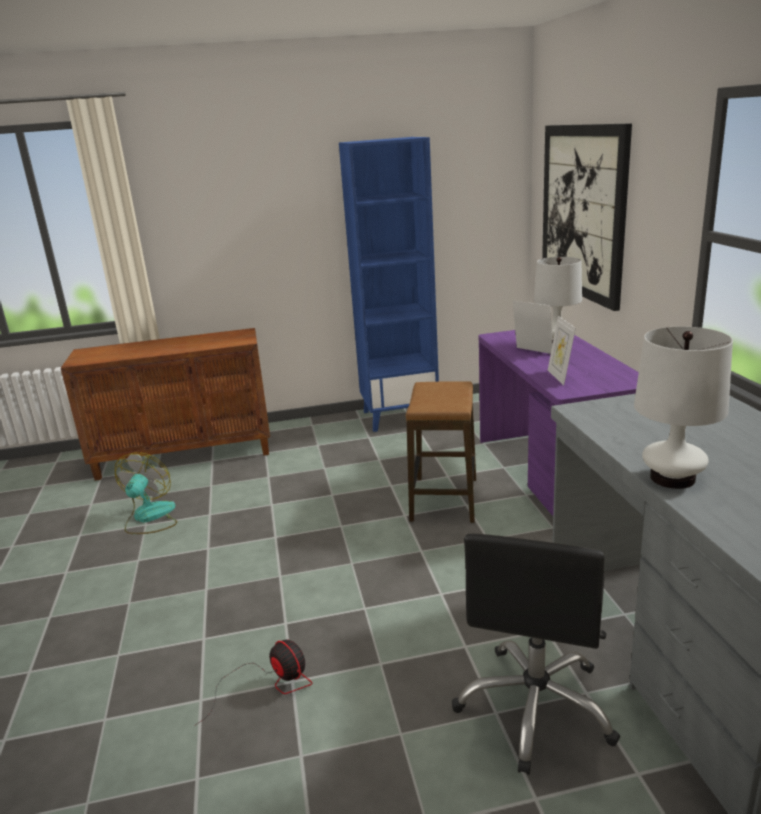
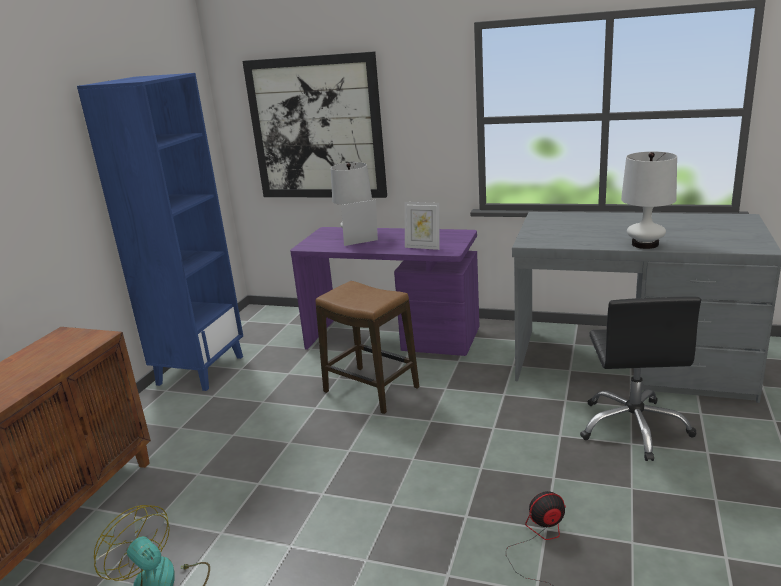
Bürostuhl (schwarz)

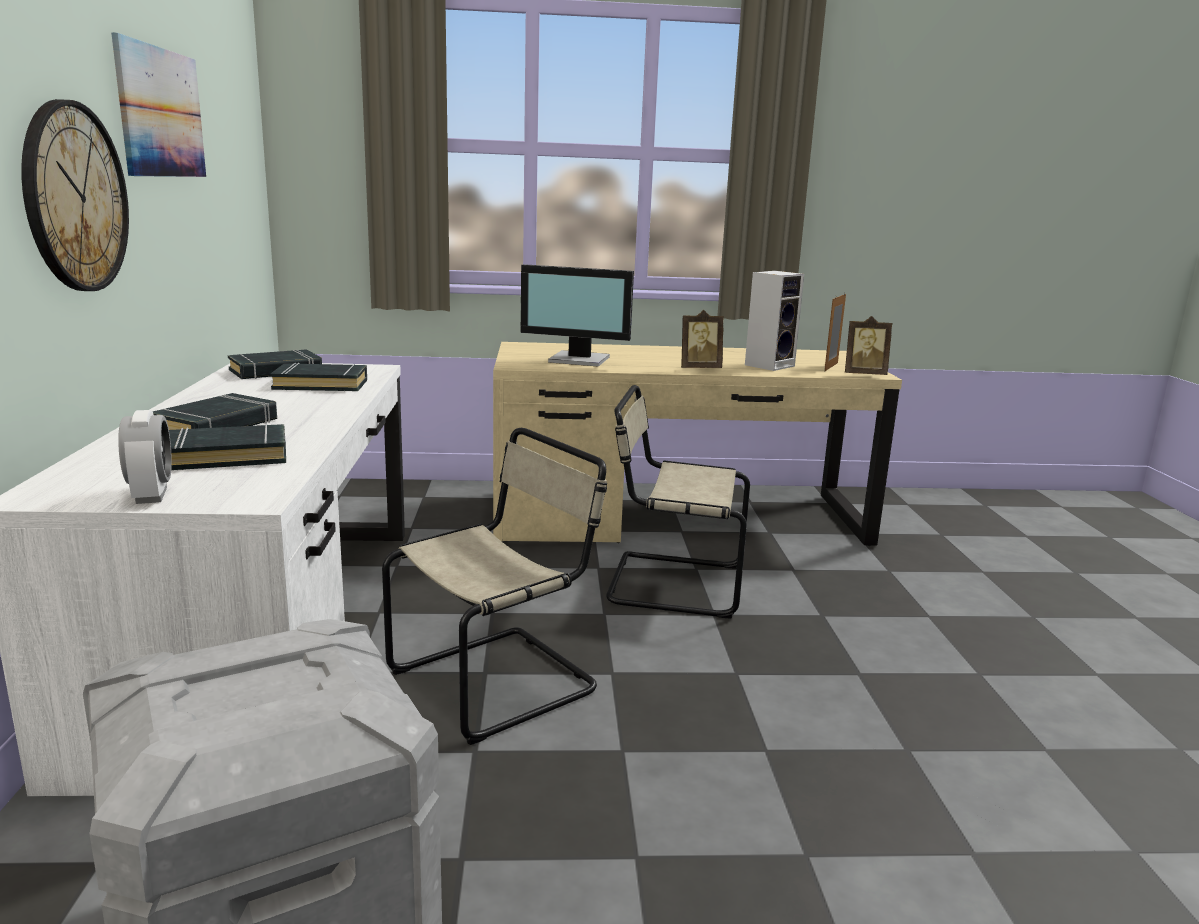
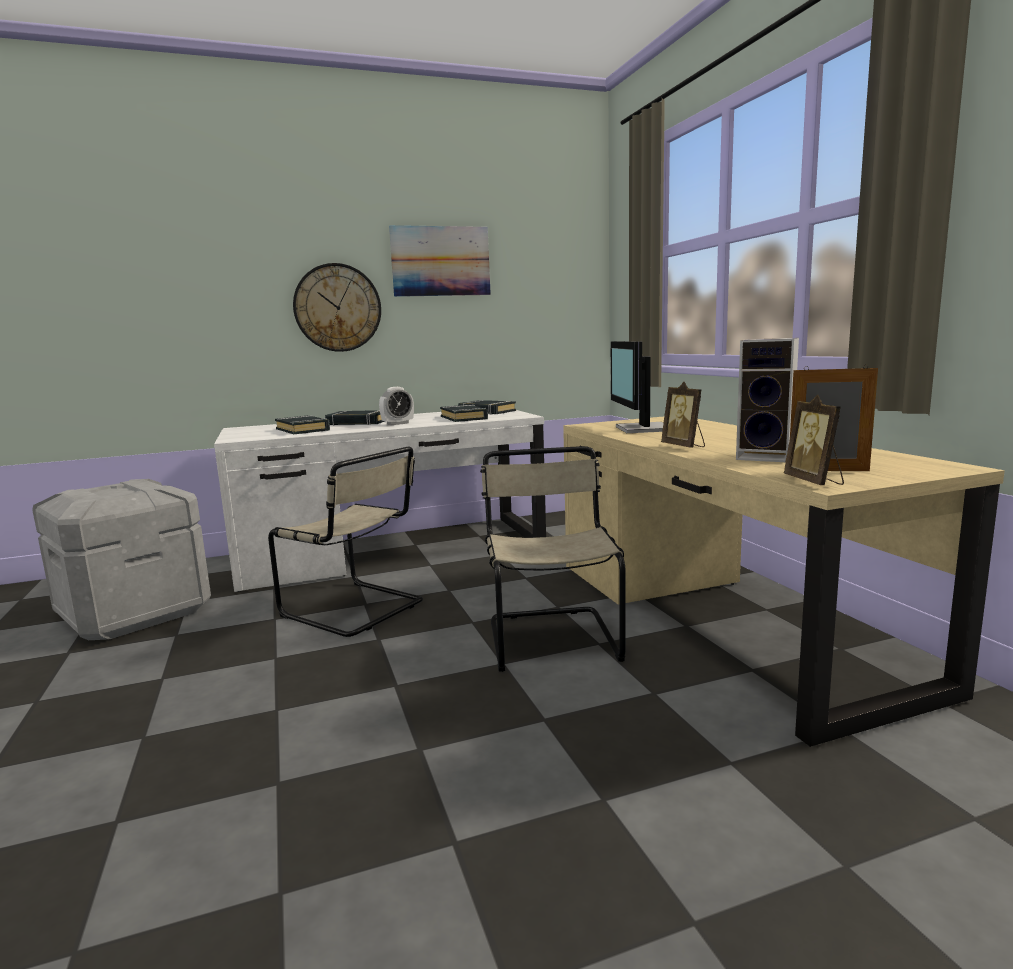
Wecker

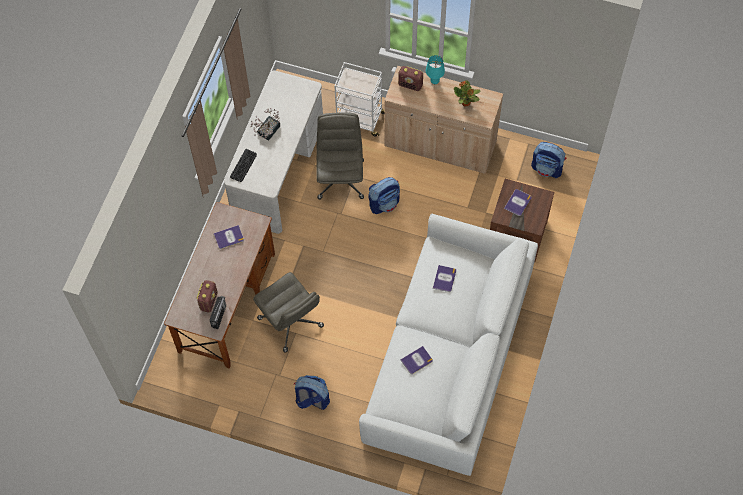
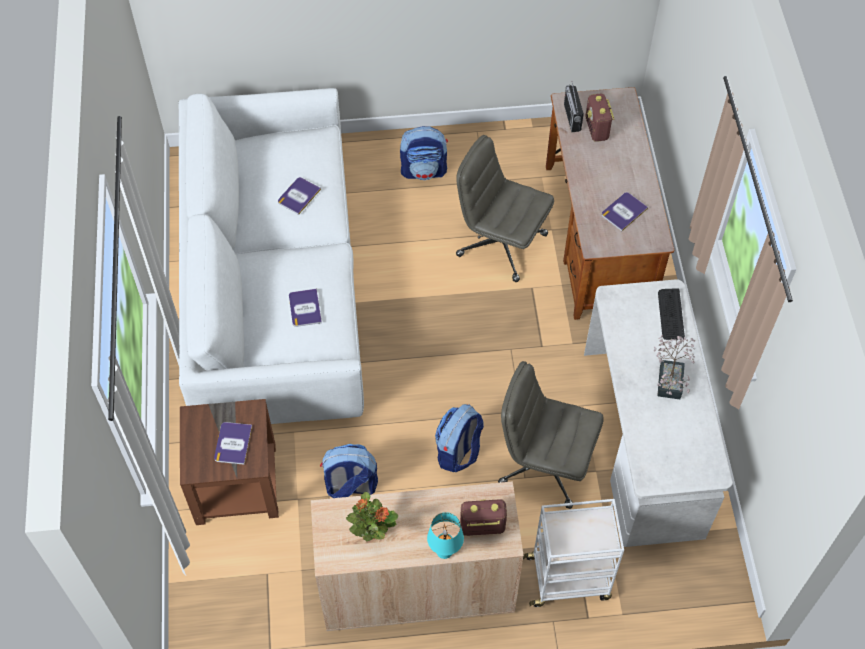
Bürostuhl (grau) (2nd from left)
Rucksack (1st from left)

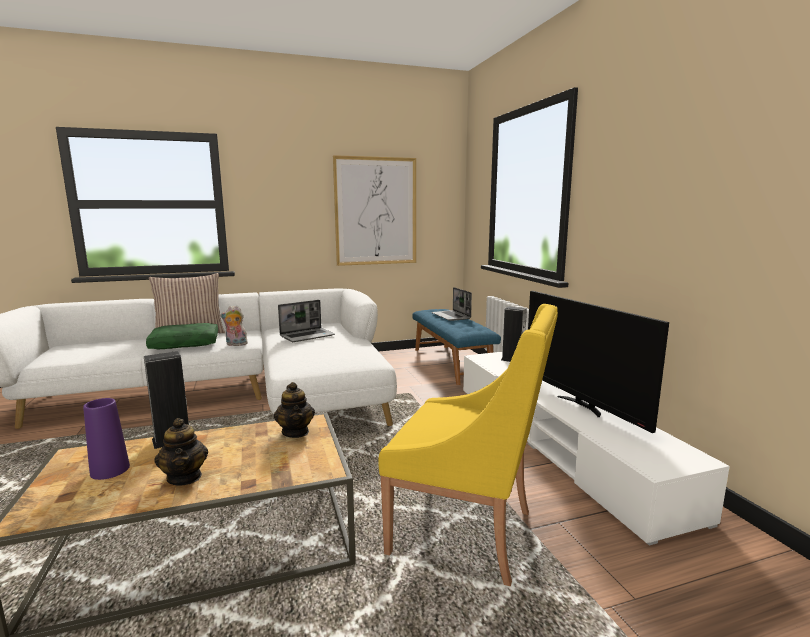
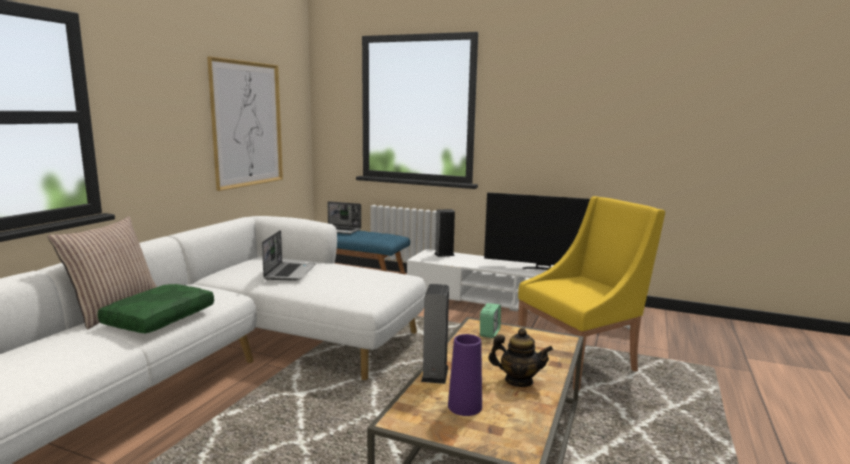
Plüschtier
Wecker

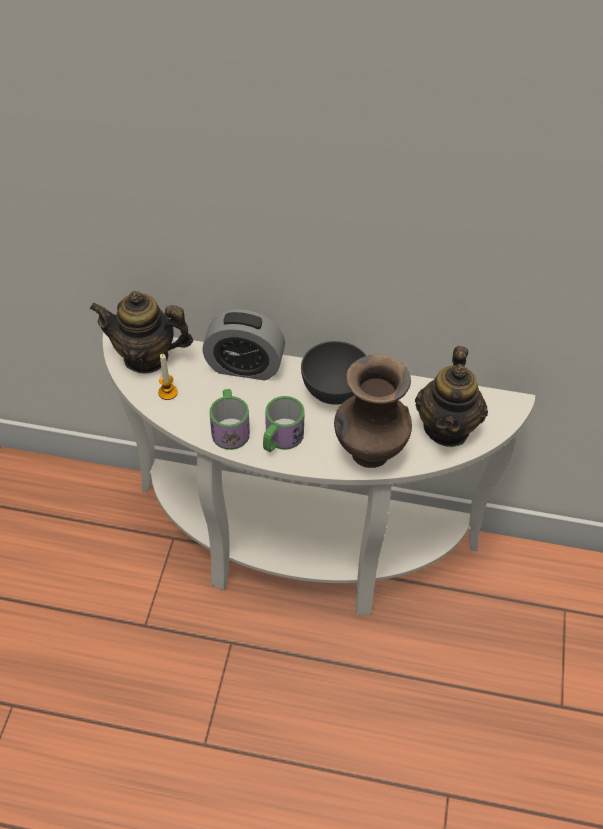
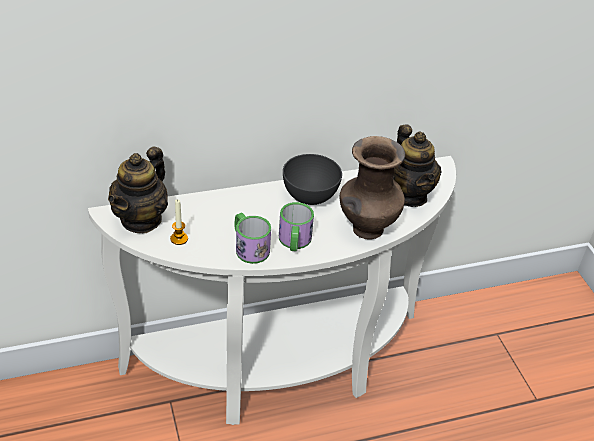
Teekanne (1st from left)
Wecker

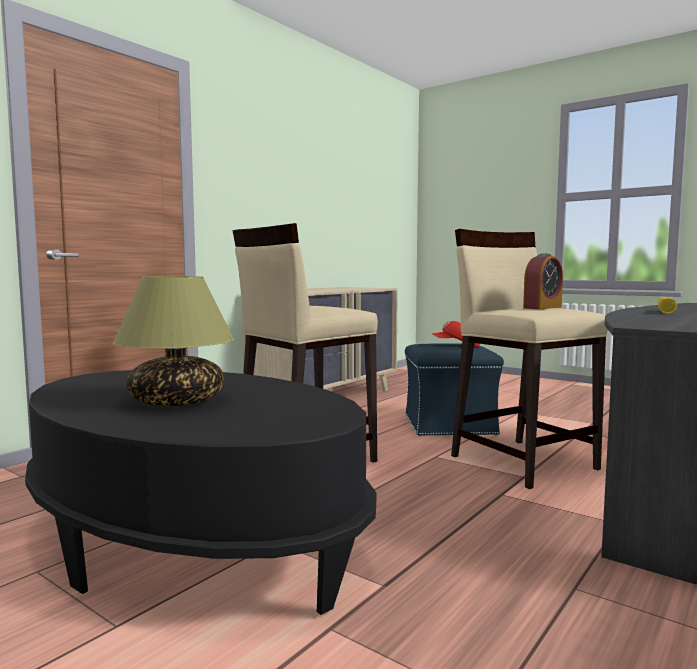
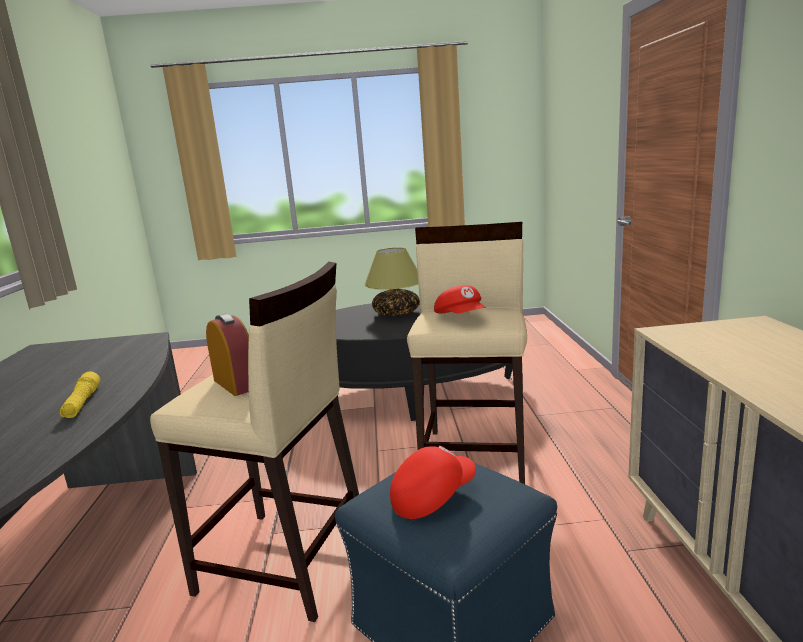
Wecker
Kappe (rot) (2nd from left)

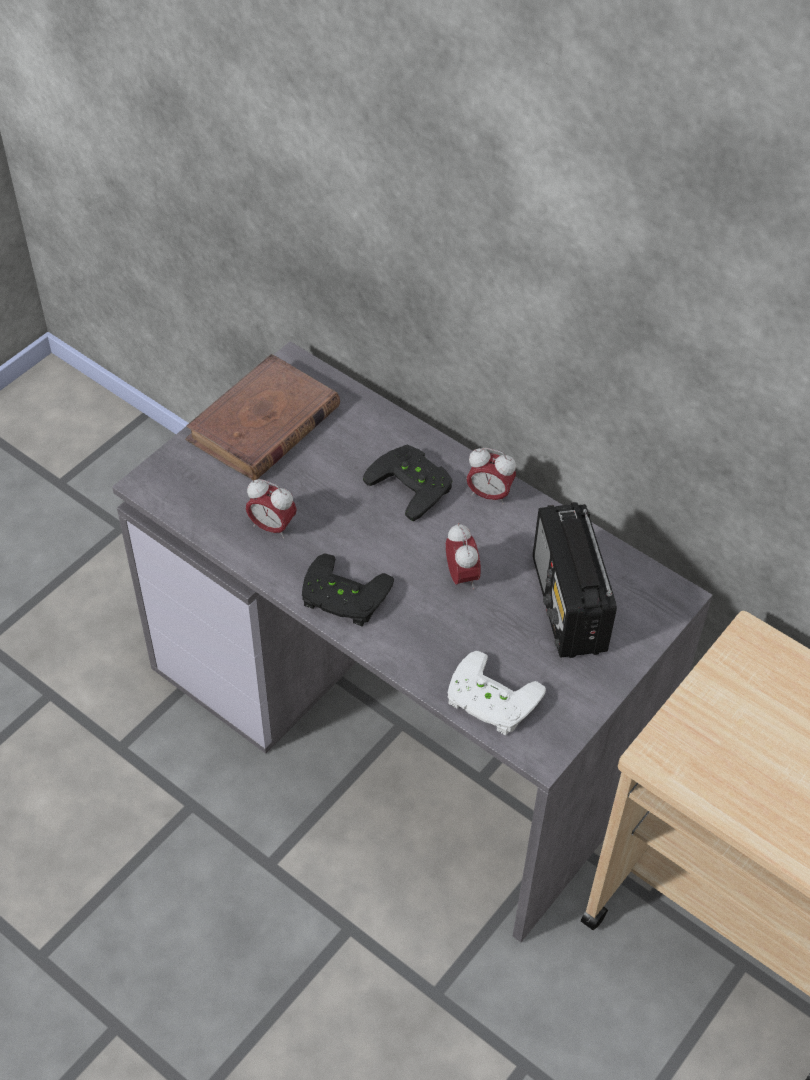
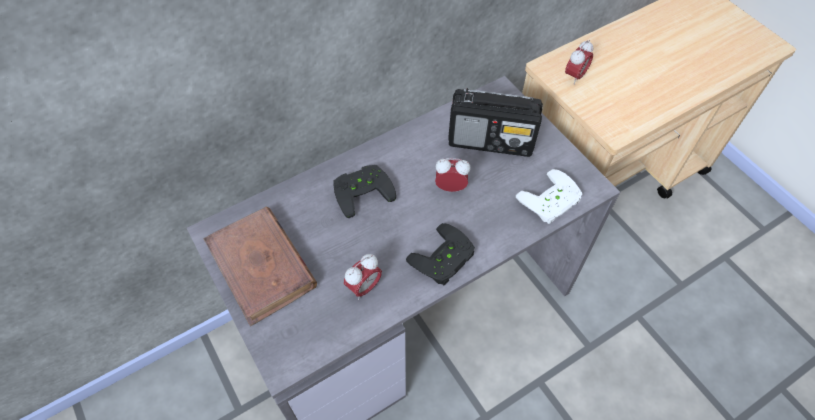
Wecker (3rd from left)

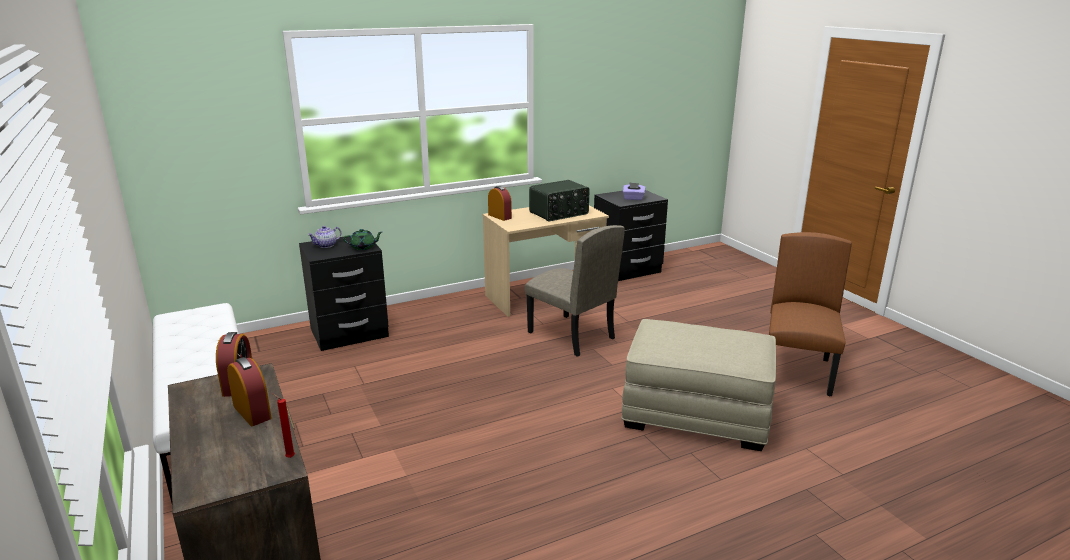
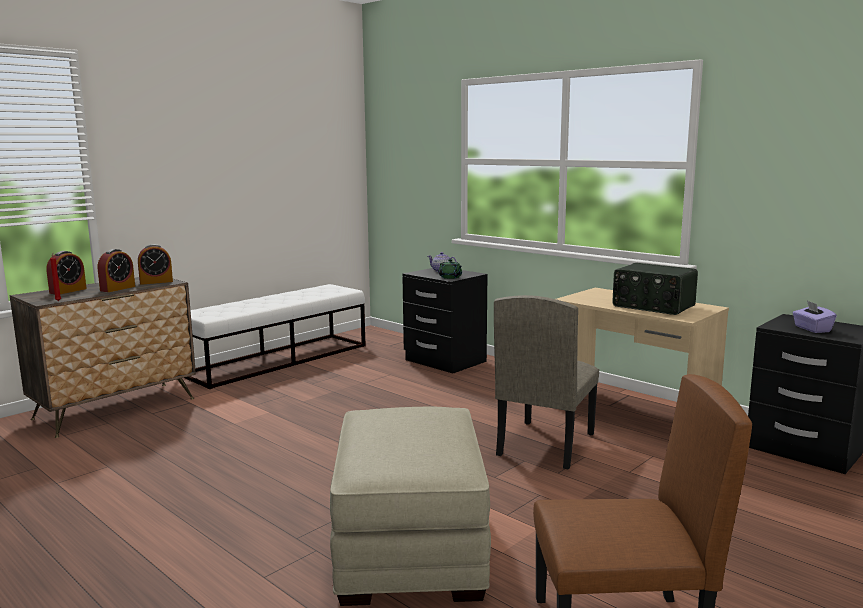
Wecker (1st from left)

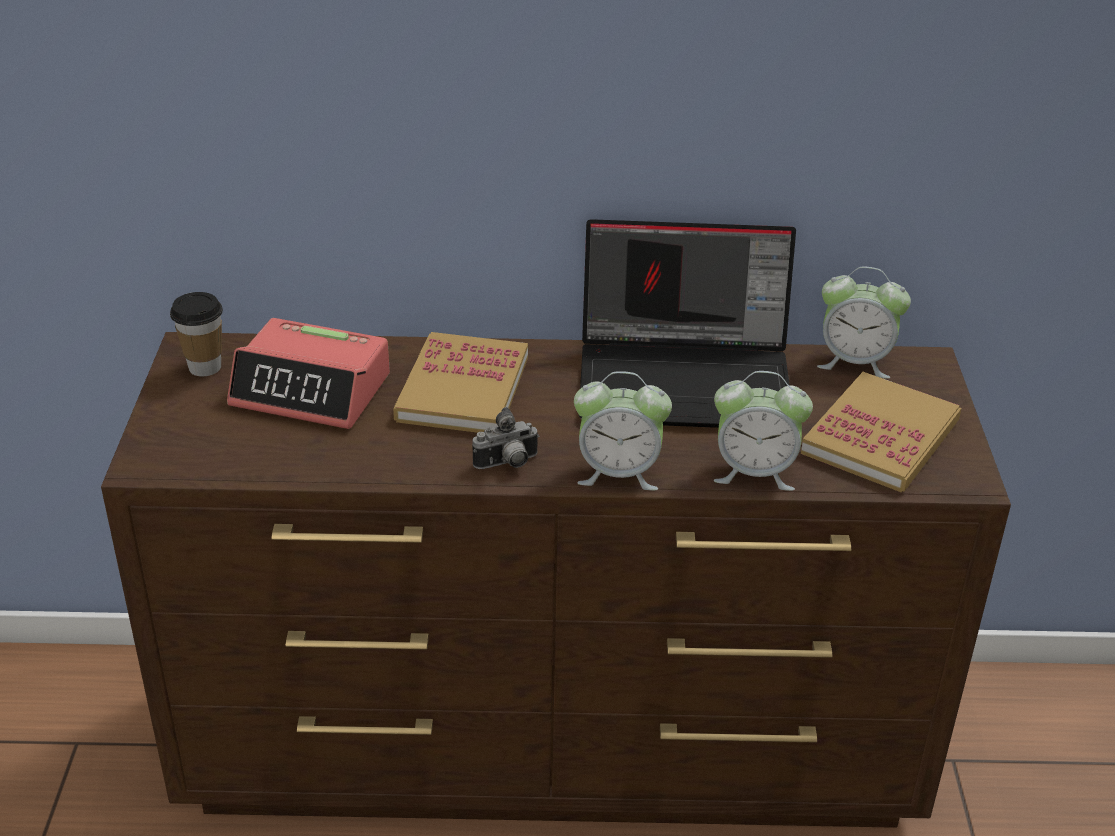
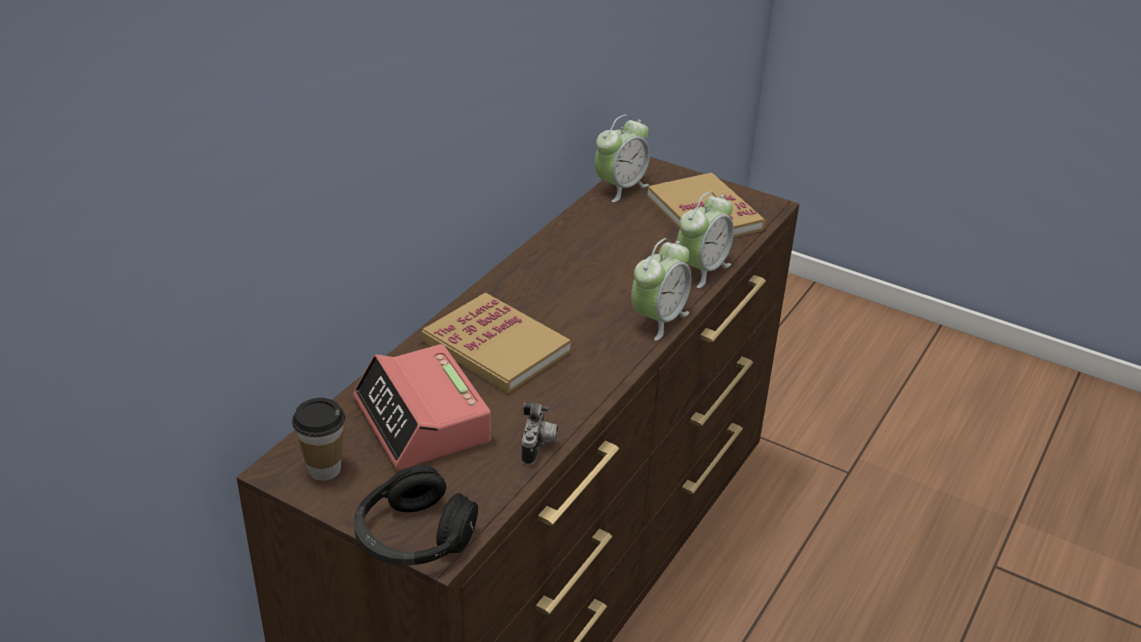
Wecker (1st from left)
Kamera
Laptop
Kopfhörer (schwarz)

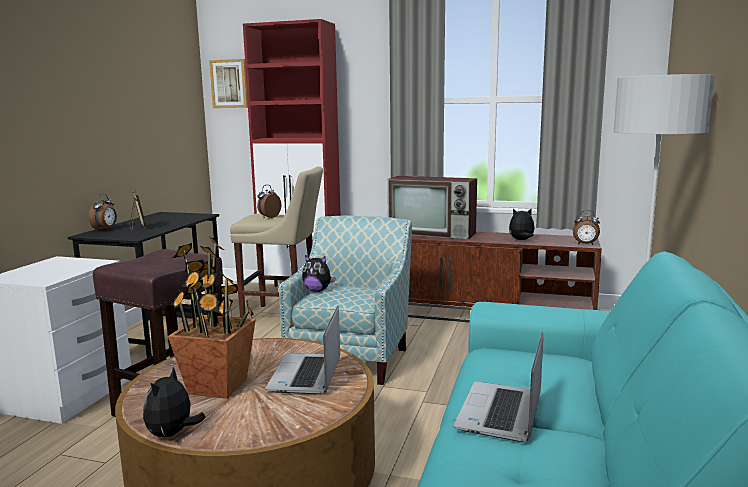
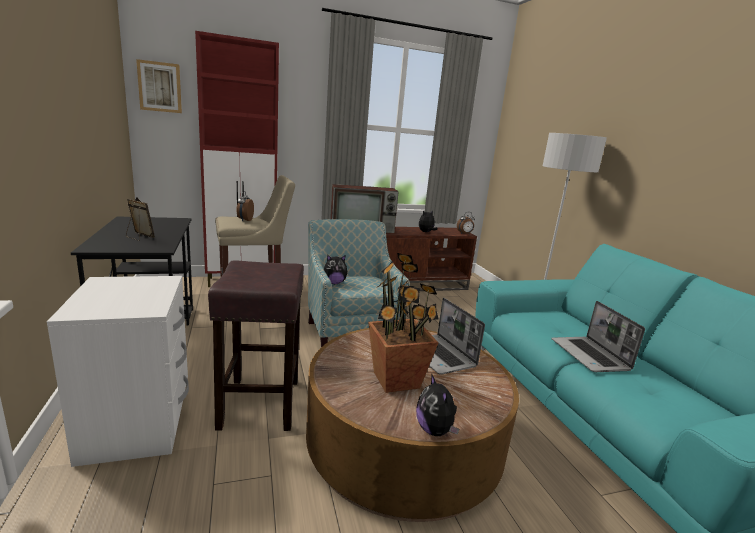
Wecker (1st from left in the first image)

